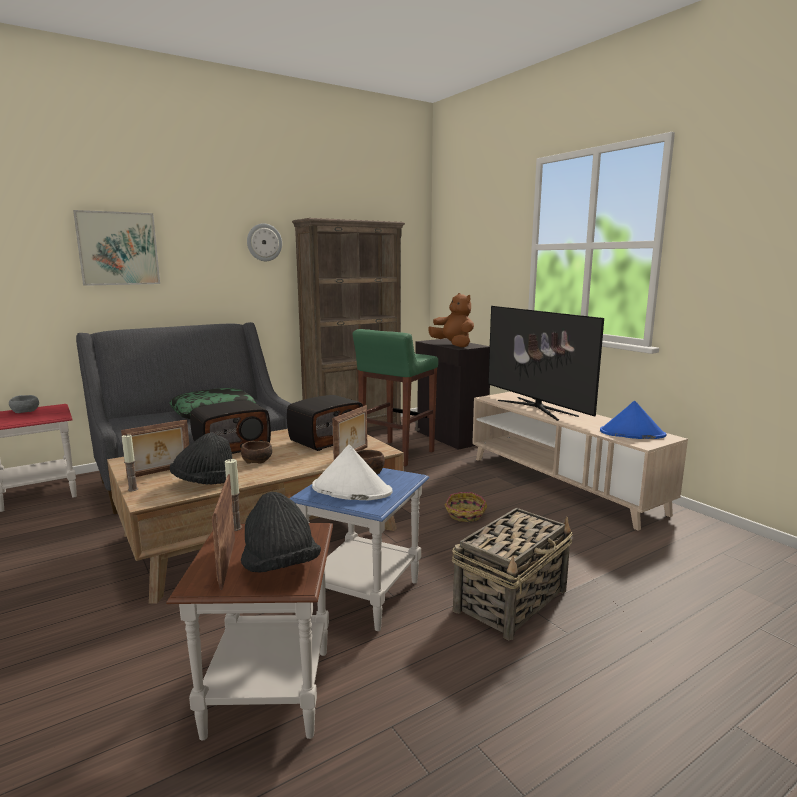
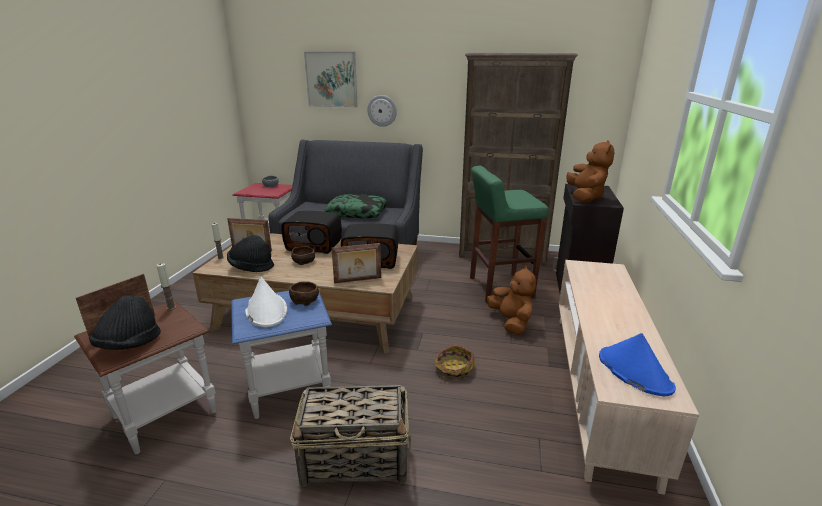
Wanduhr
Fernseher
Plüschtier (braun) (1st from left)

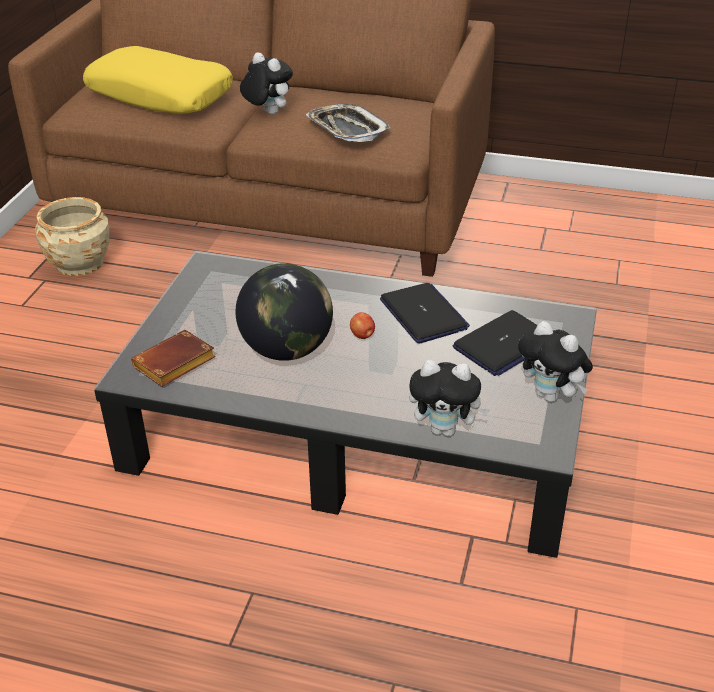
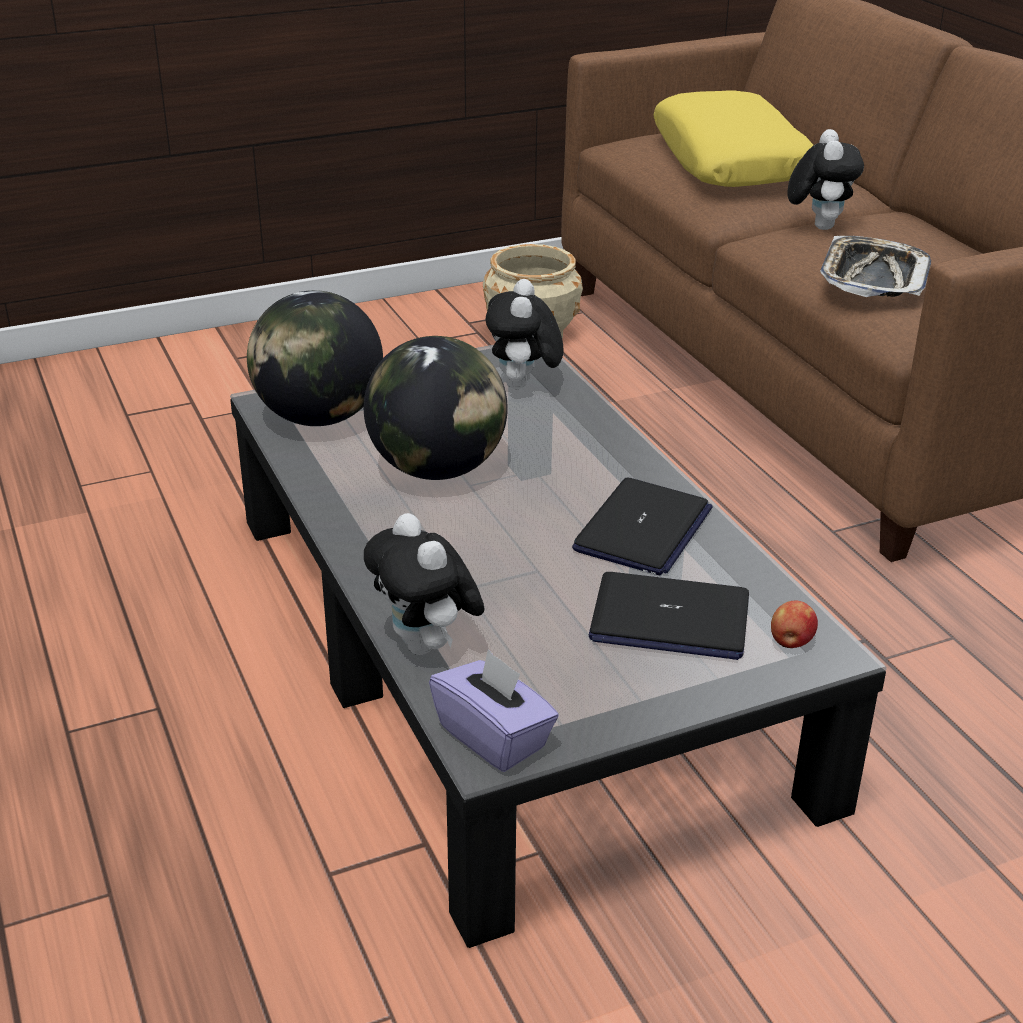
Globus (1st from left)
Apfel
Plüschtier (2nd from left)
Taschentuchbox (lila)

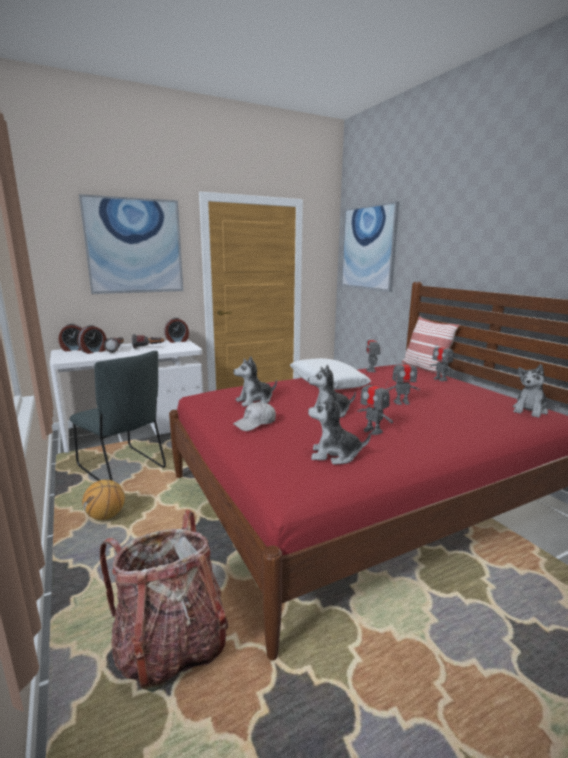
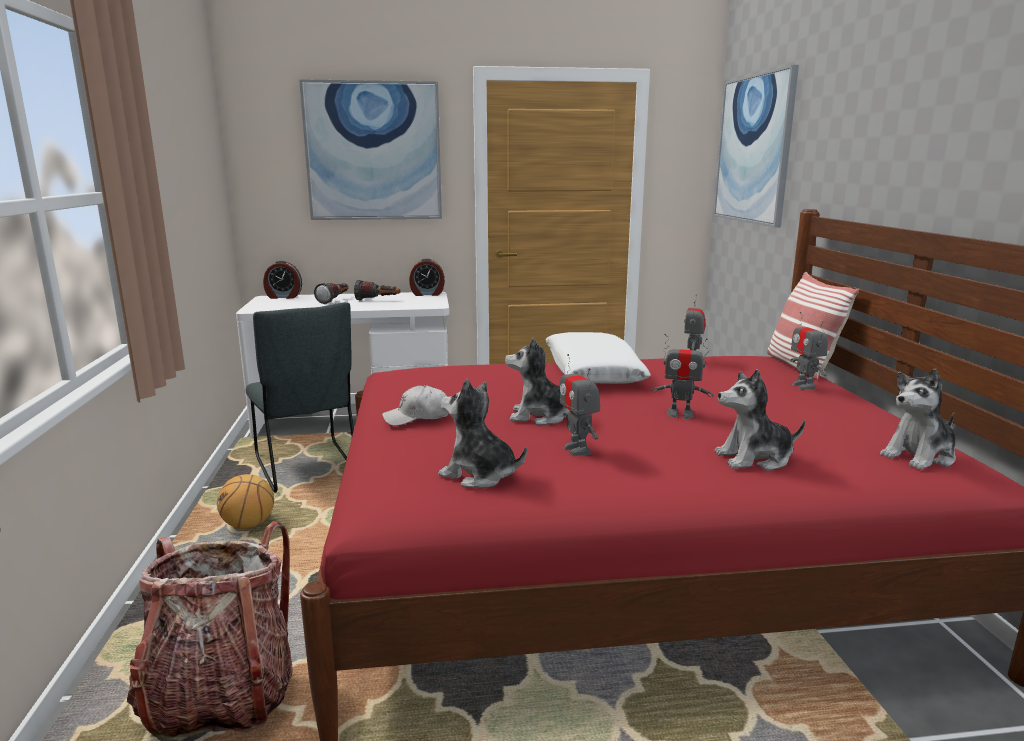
Wecker (2nd from left in the first image)
Plüschtier (3rd from left)

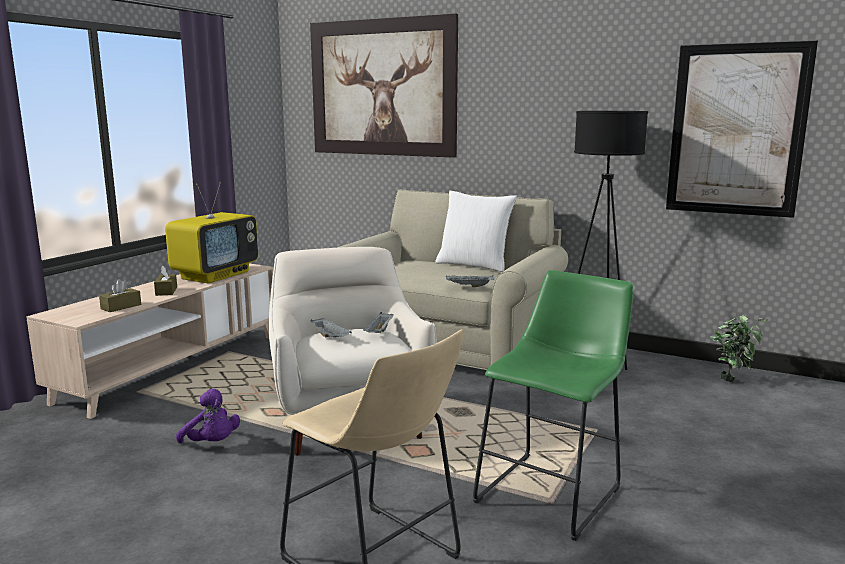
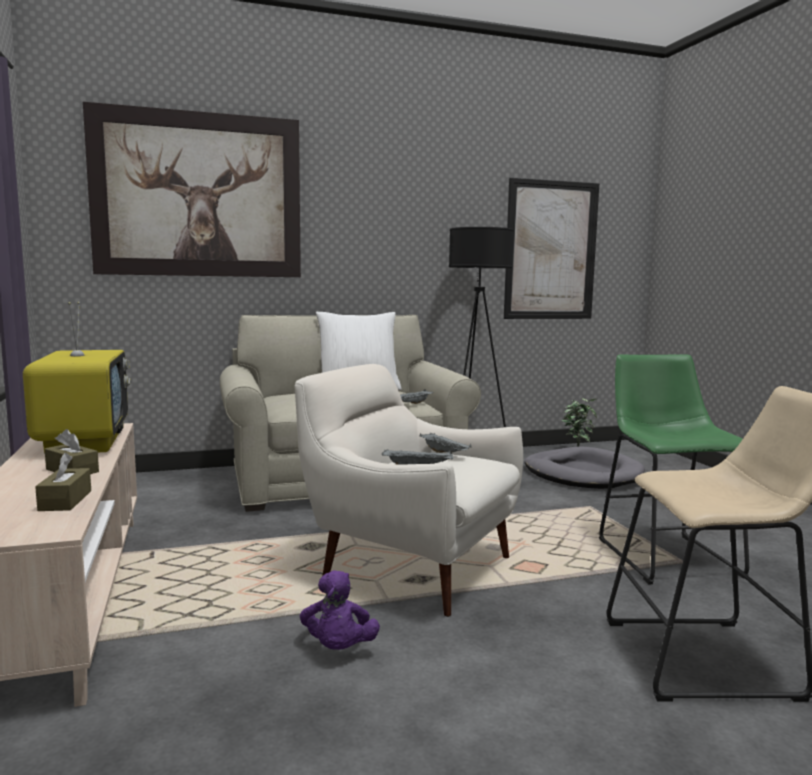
Plüschtier (lila)
Hundebett (grau)

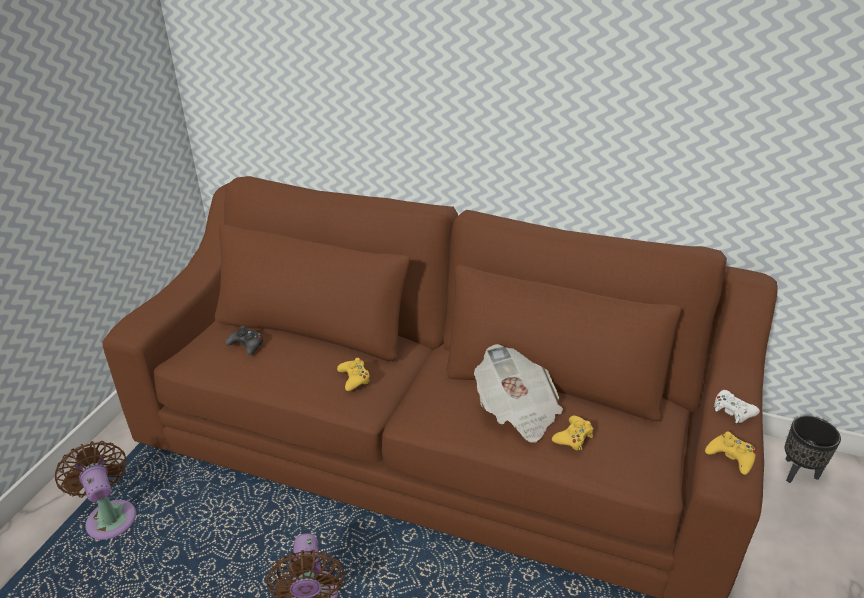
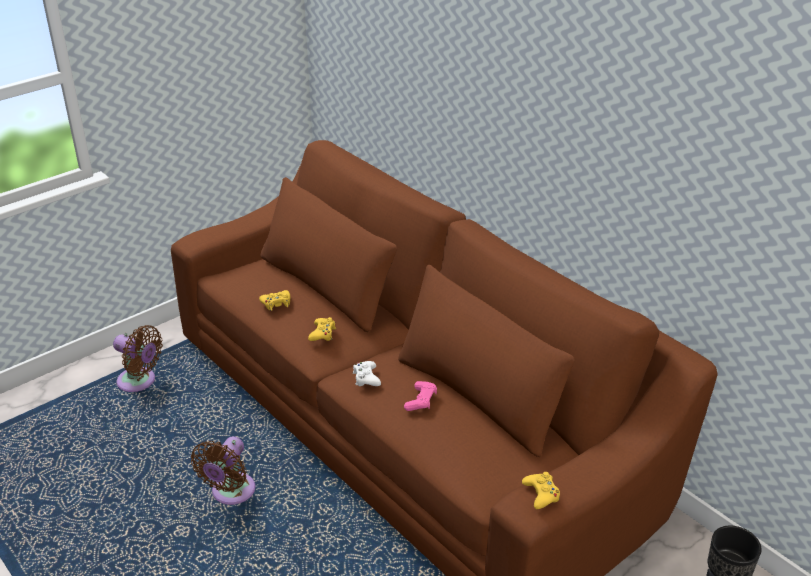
Ventilator (braun) (1st from left)
Gamepad (schwarz)
Gamepad (rosa)
Gamepad (gelb) (1st from left)
Gamepad (weiß)

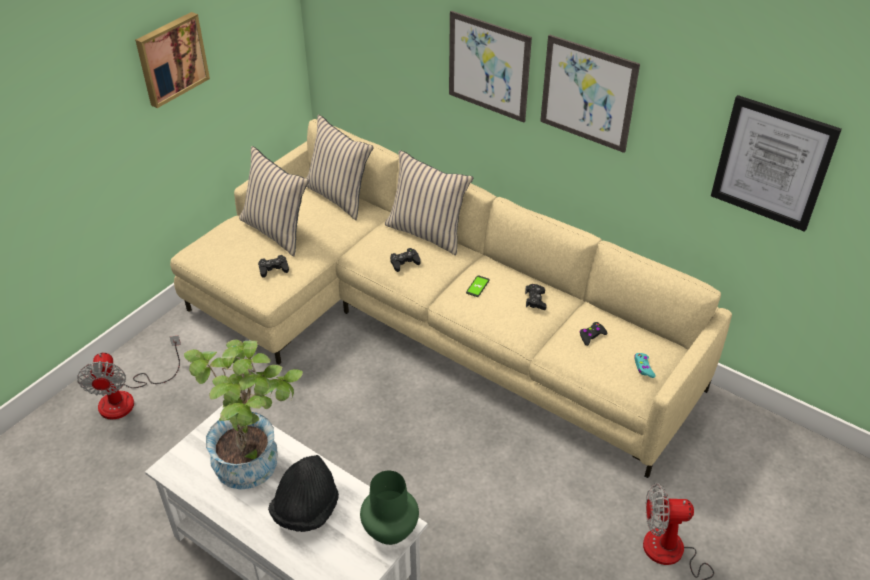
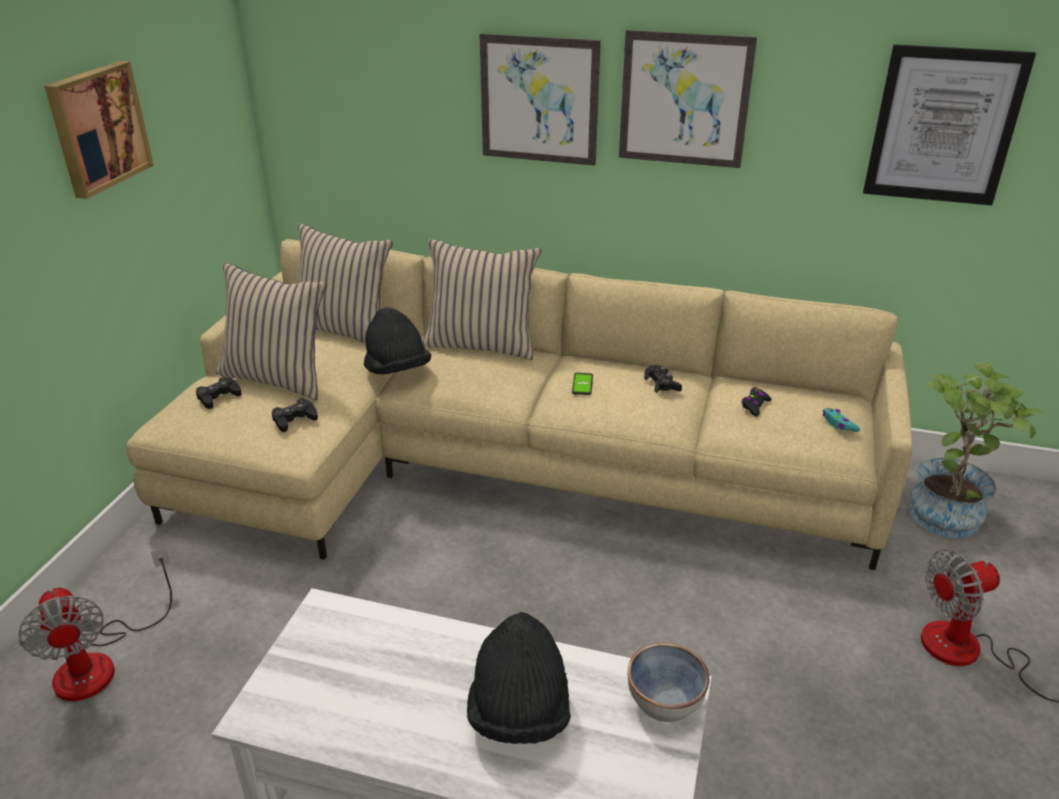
Topfpflanze
Schüssel
Gamepad (schwarz) (1st from left)
Hut (schwarz) (1st from left)

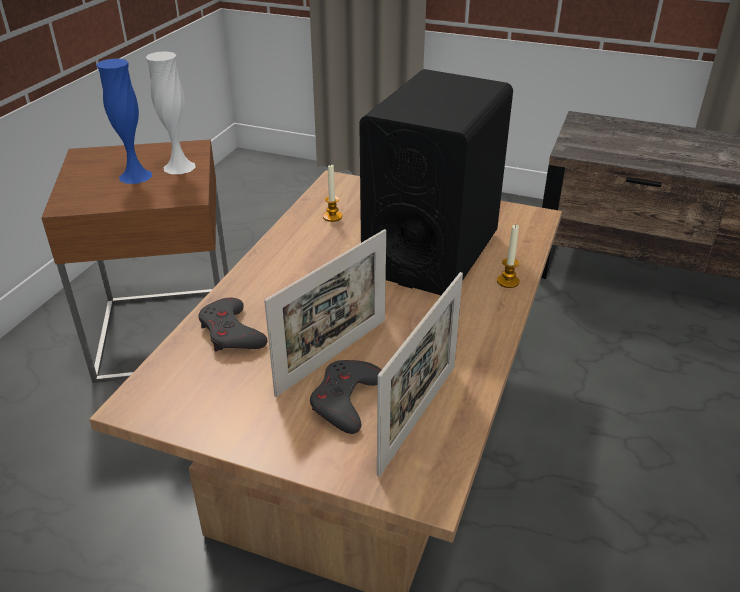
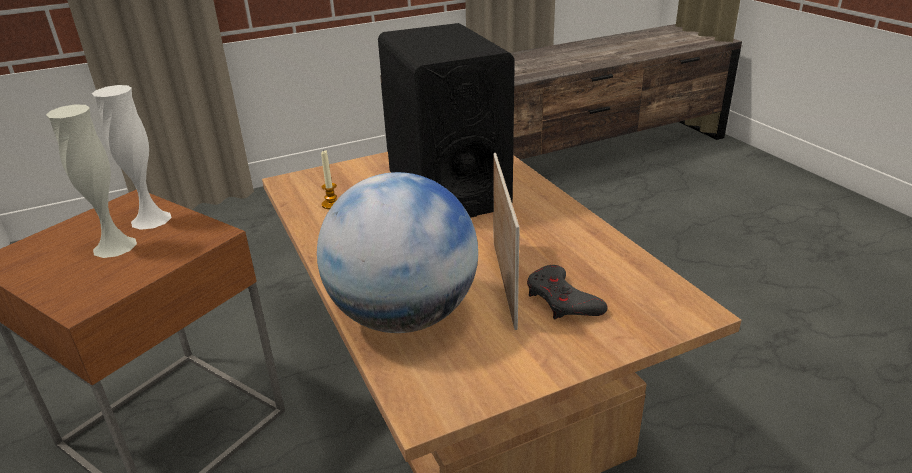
Vase (weiß) (1st from left)
Globus
Bilderrahmen (2nd from left in the first image)
Kerze (2nd from left in the first image)

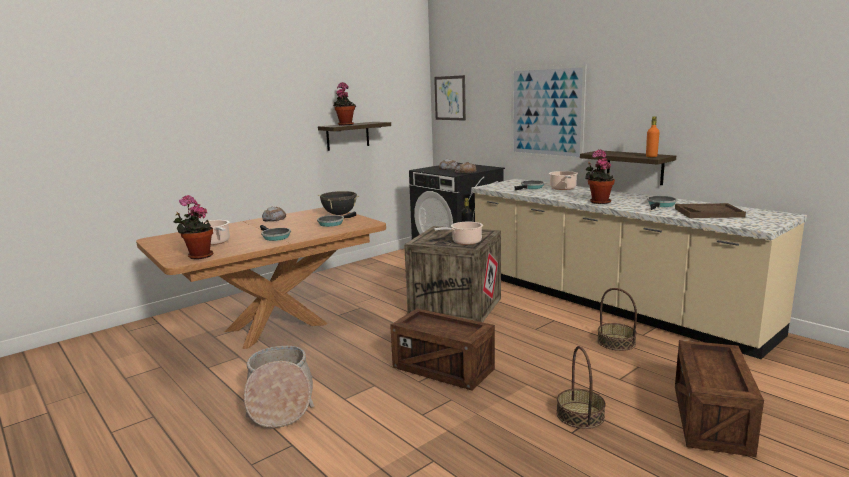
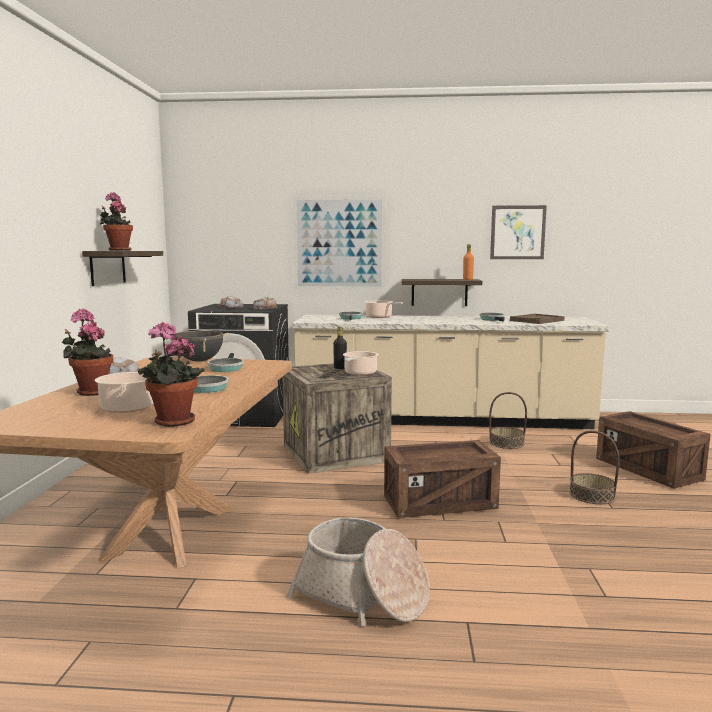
Bild (2nd from left)
Topfpflanze (1st from left)

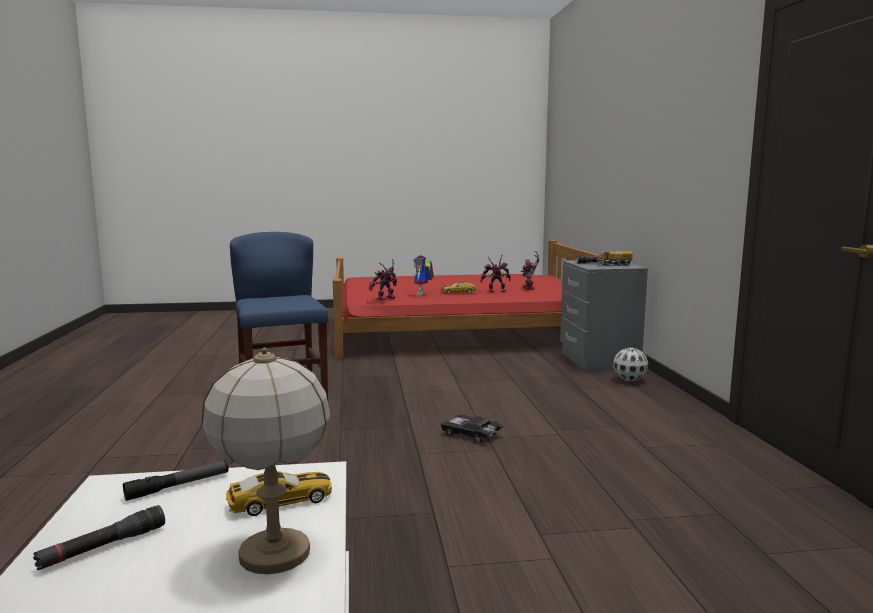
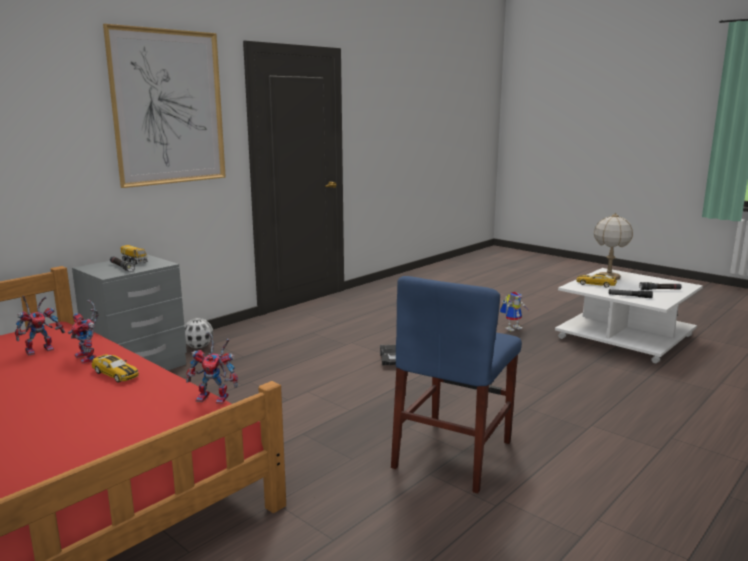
Spielzeugroboter (4th from left)
Bild

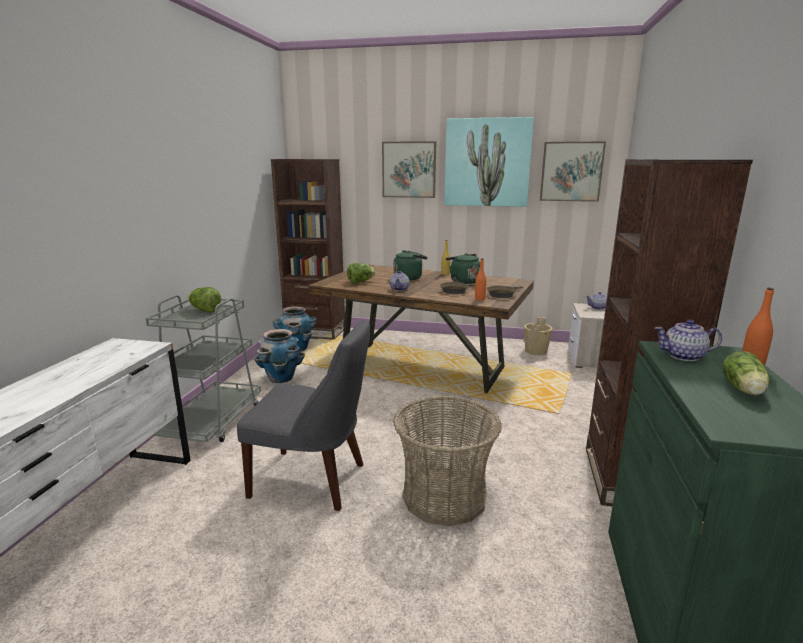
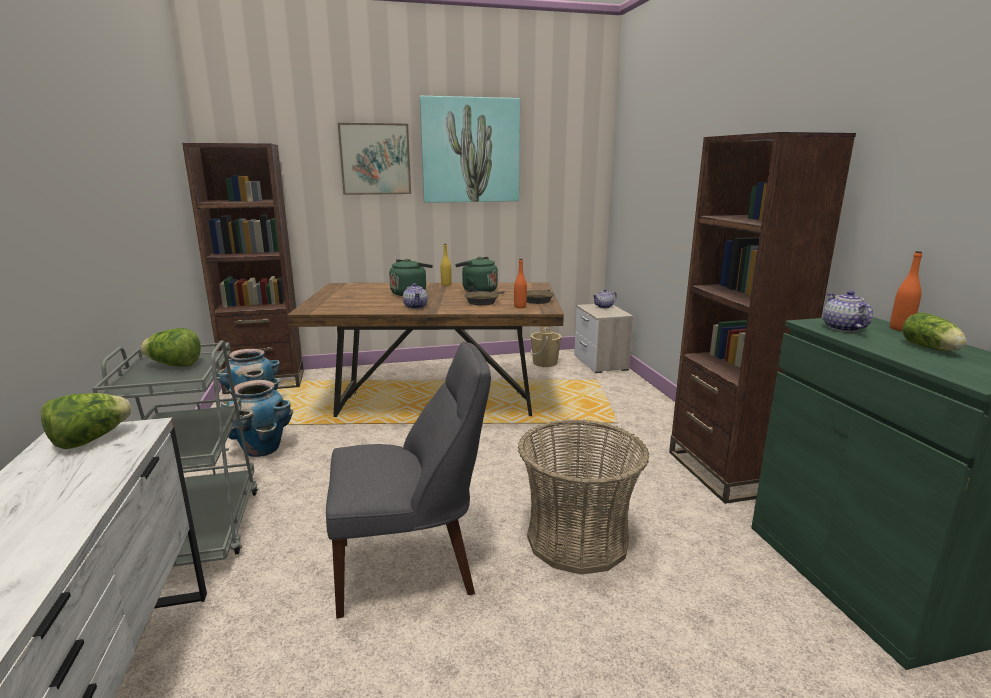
Salatkopf (1st from left)
Bild (3rd from left in the first image)
Teekanne (3rd from left)

